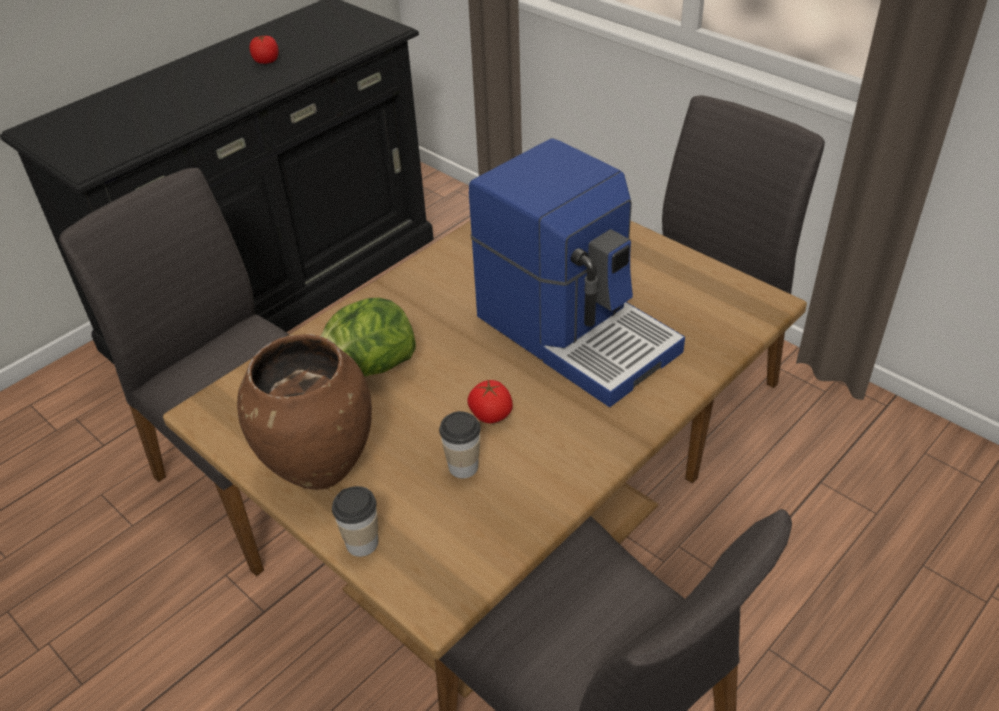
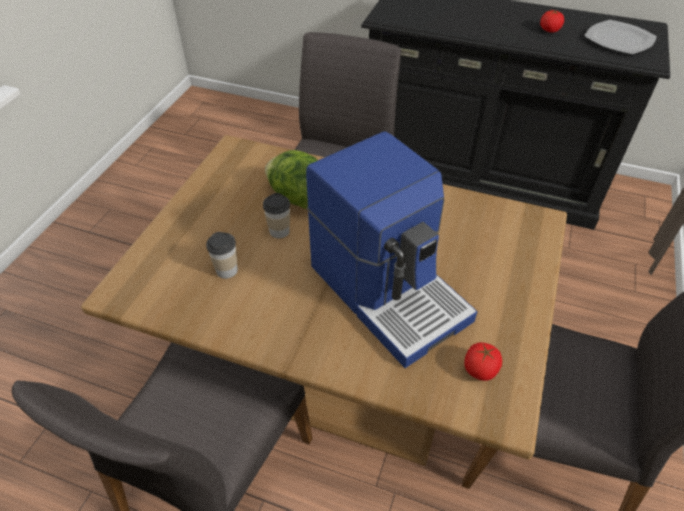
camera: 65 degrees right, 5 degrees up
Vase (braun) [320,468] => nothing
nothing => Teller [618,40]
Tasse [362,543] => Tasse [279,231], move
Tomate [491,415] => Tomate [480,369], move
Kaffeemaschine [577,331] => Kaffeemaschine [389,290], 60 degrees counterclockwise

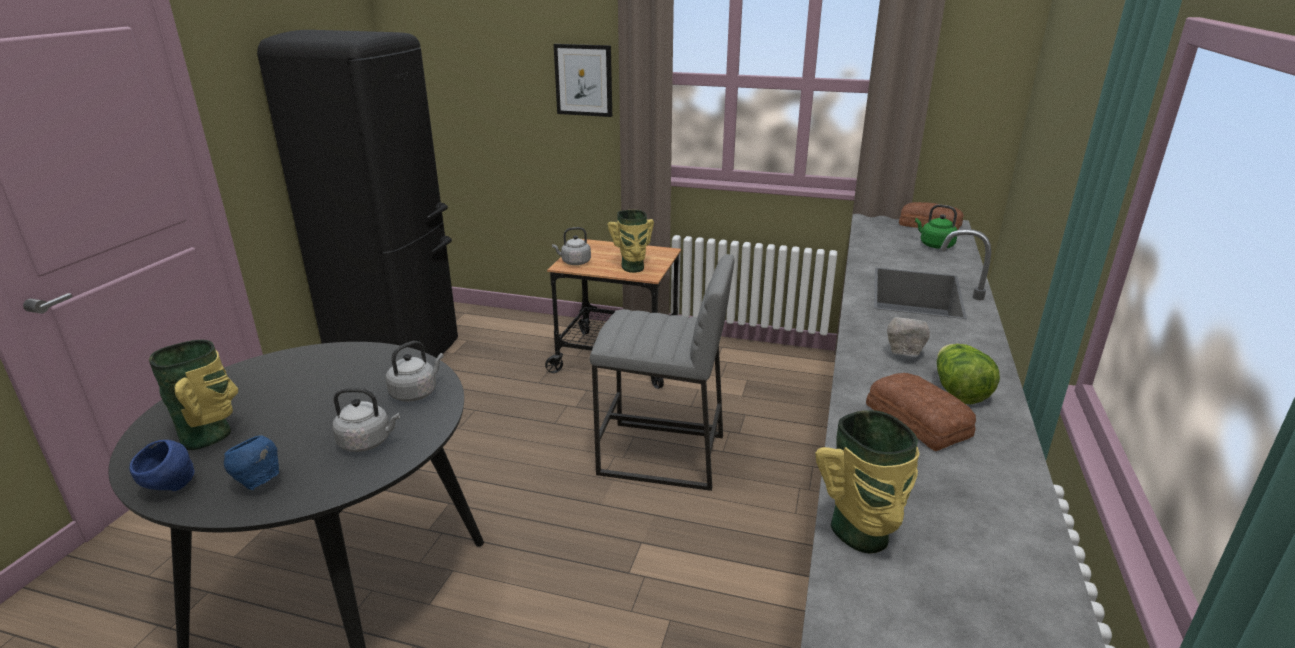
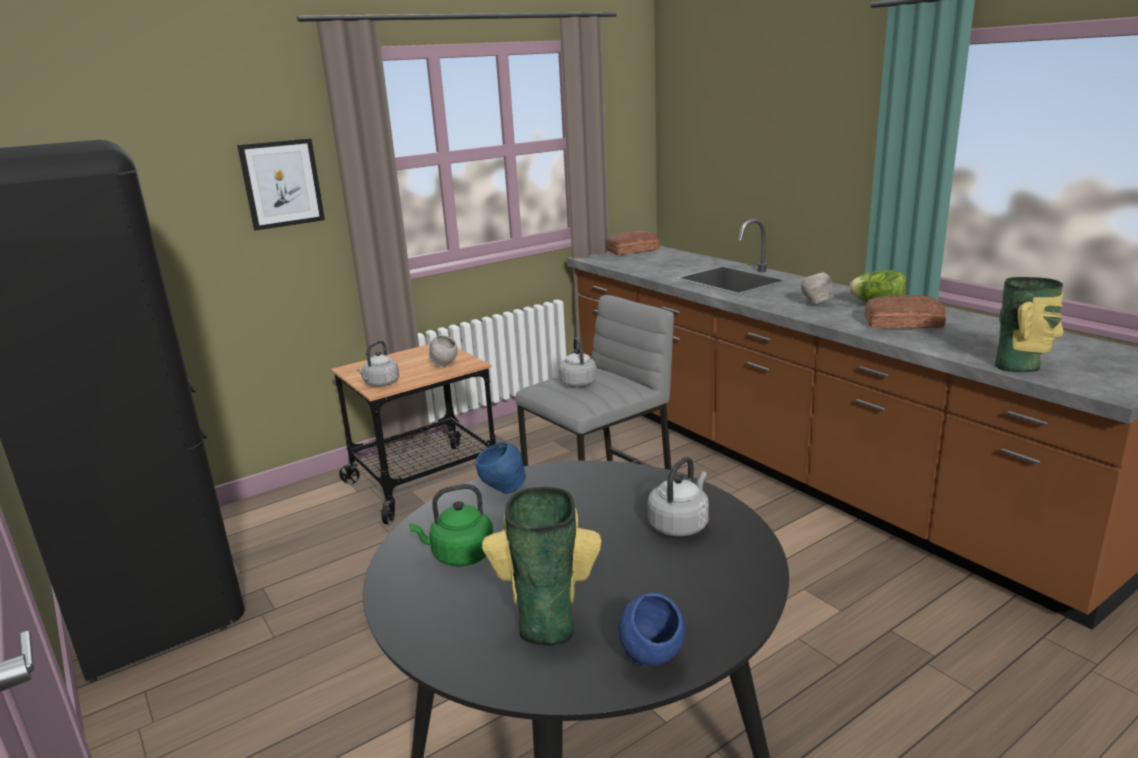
camera: 50 degrees left, 5 degrees down
Schüssel (blau) [258,482] => Schüssel (blau) [503,490], move
Wasserkessel (grau) [416,392] => Wasserkessel (grau) [578,382], move
Wasserkessel (grün) [934,245] => Wasserkessel (grün) [459,555], move
Vase [633,268] => Schüssel (grau) [445,366]

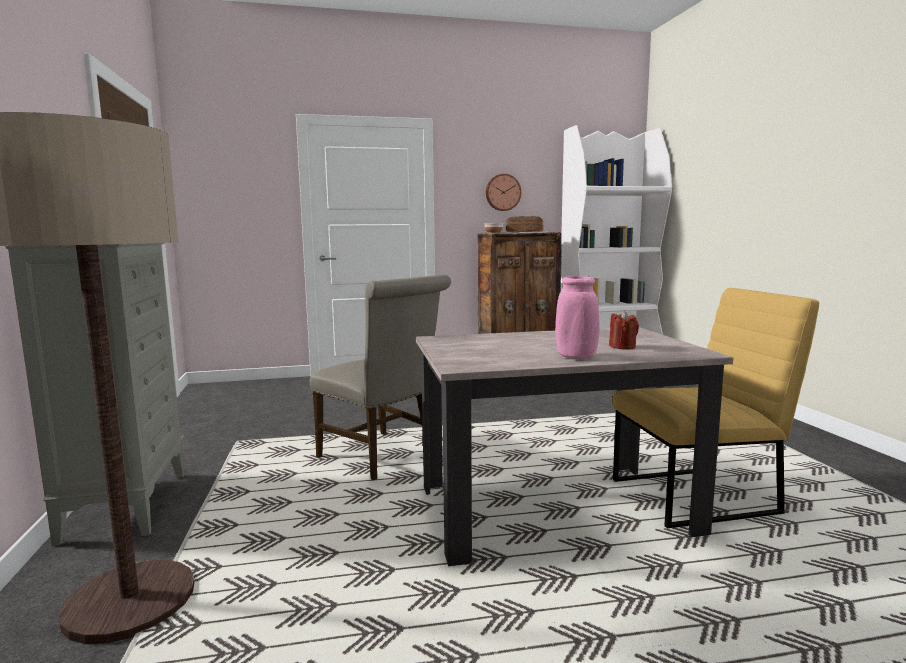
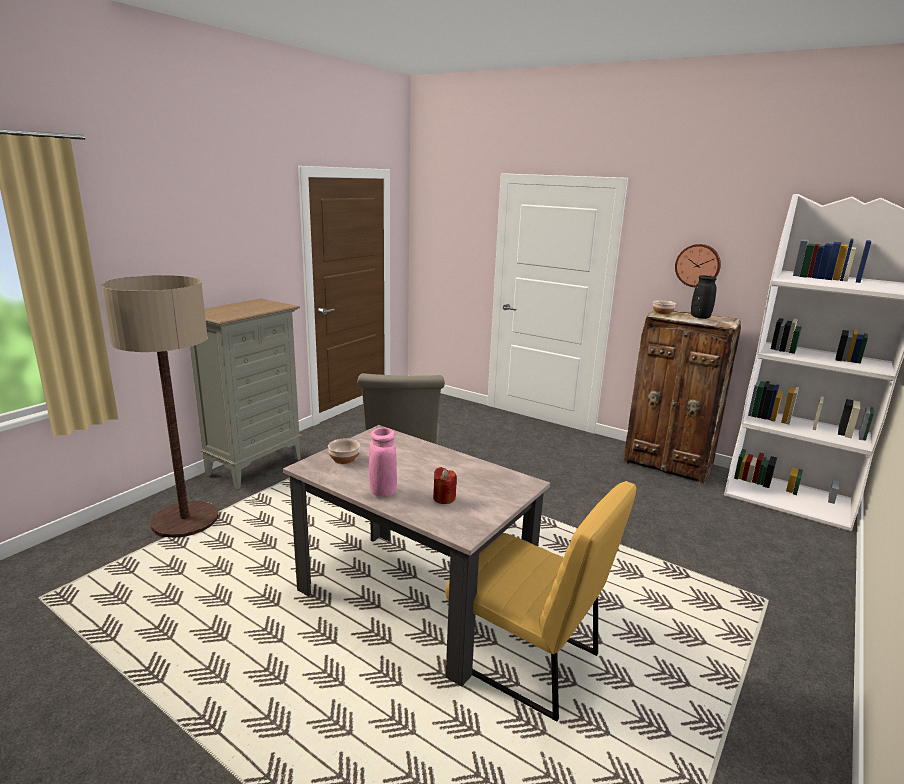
camera: 45 degrees right, 10 degrees up
nothing => Schüssel [344,459]
Brot [524,231] => Vase (schwarz) [700,317]

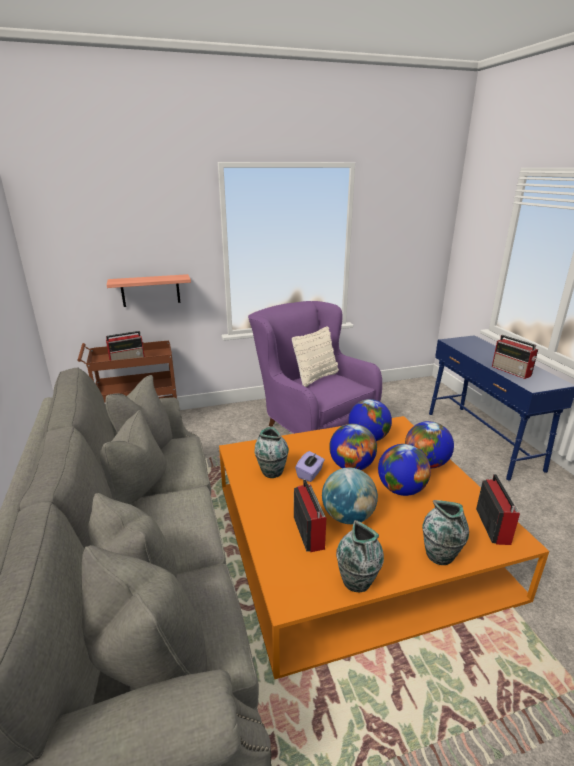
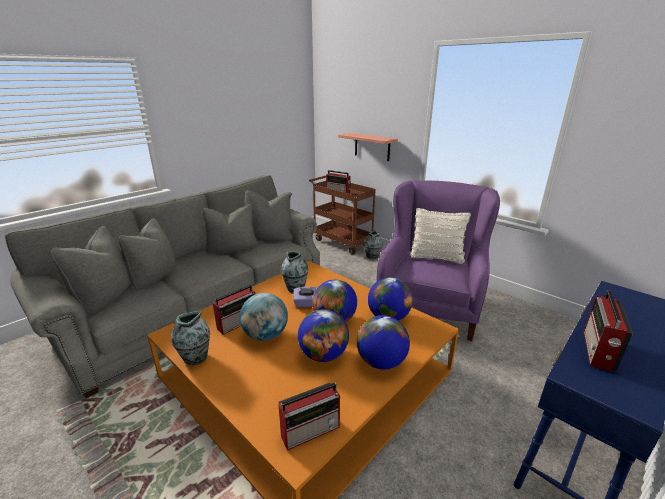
camera: 60 degrees right, 0 degrees up
Vase [440,555] => Vase [372,256], move

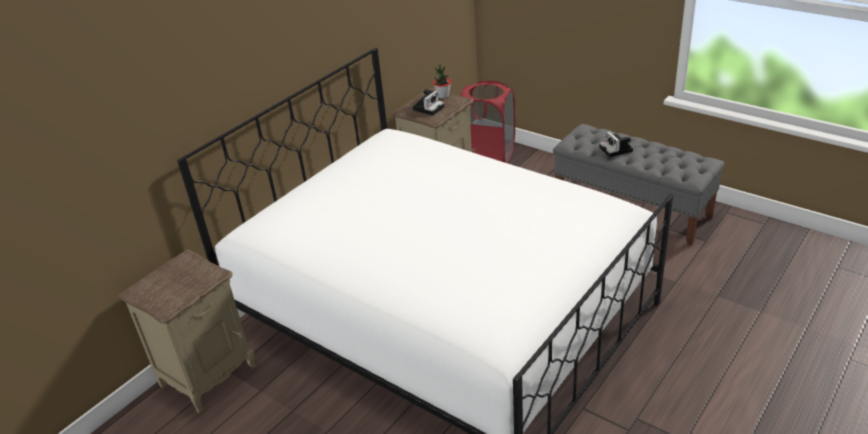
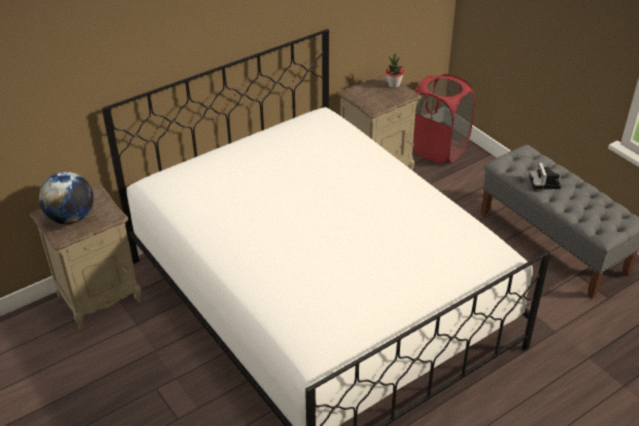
camera: 15 degrees right, 5 degrees up
Kamera [428,108] => nothing
nothing => Globus [71,217]

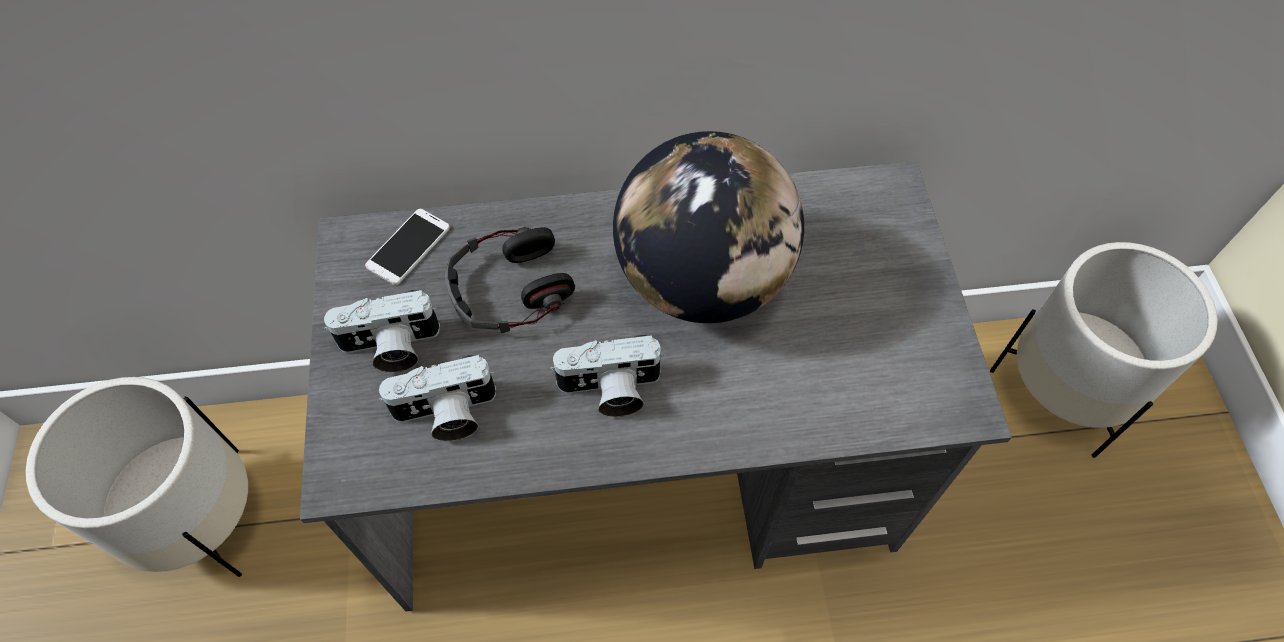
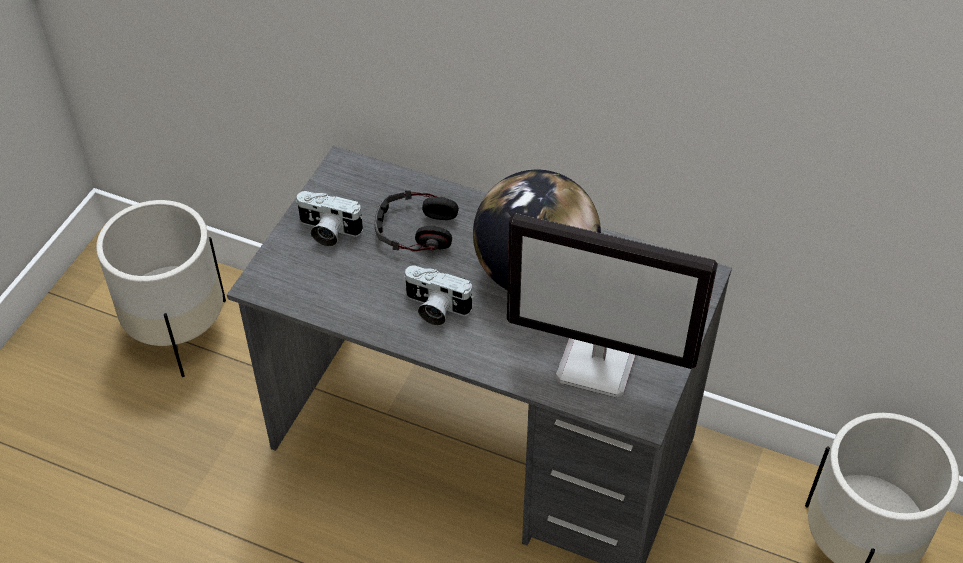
camera: 30 degrees right, 10 degrees down
Handy [408,247] => nothing
Kamera [446,414] => nothing
nothing => Monitor [599,363]

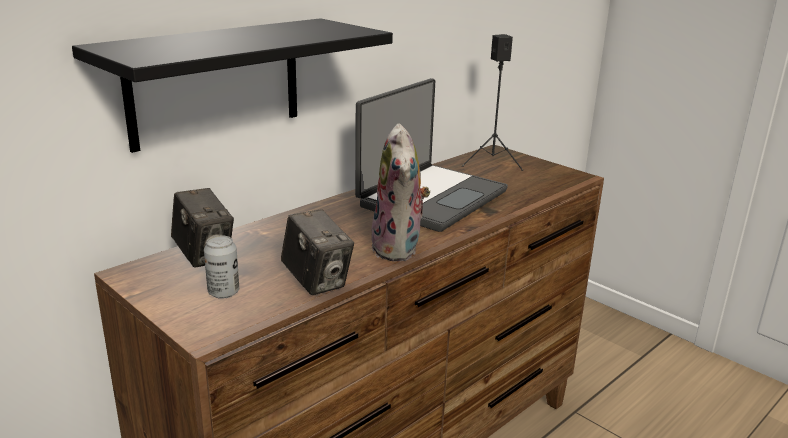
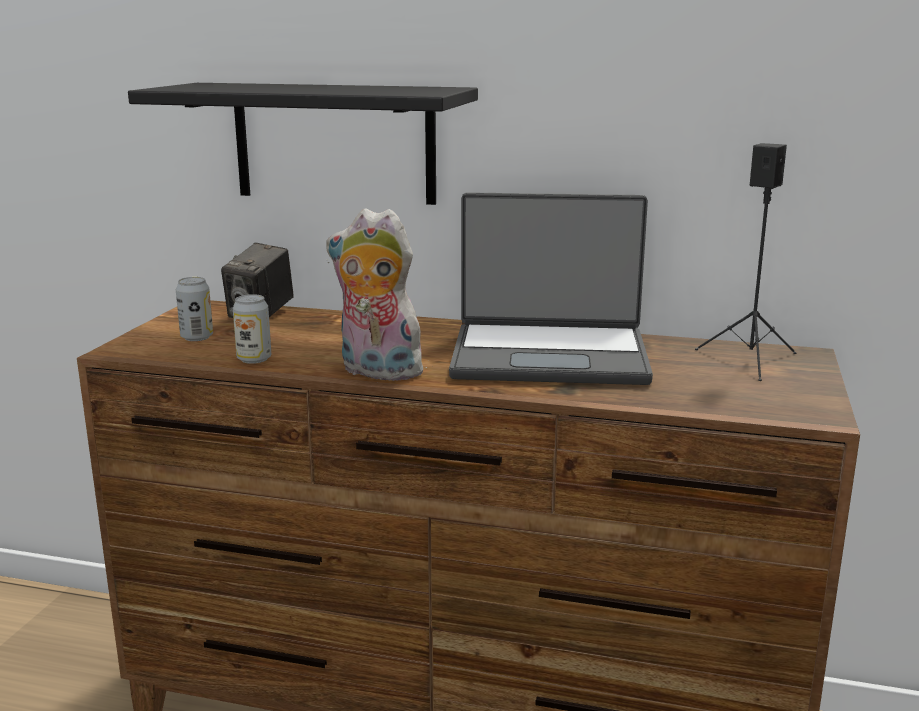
camera: 60 degrees right, 5 degrees down
Kamera [317,281] => Dose [254,359]
Plüschtier [399,249] => Plüschtier [376,372], 60 degrees clockwise

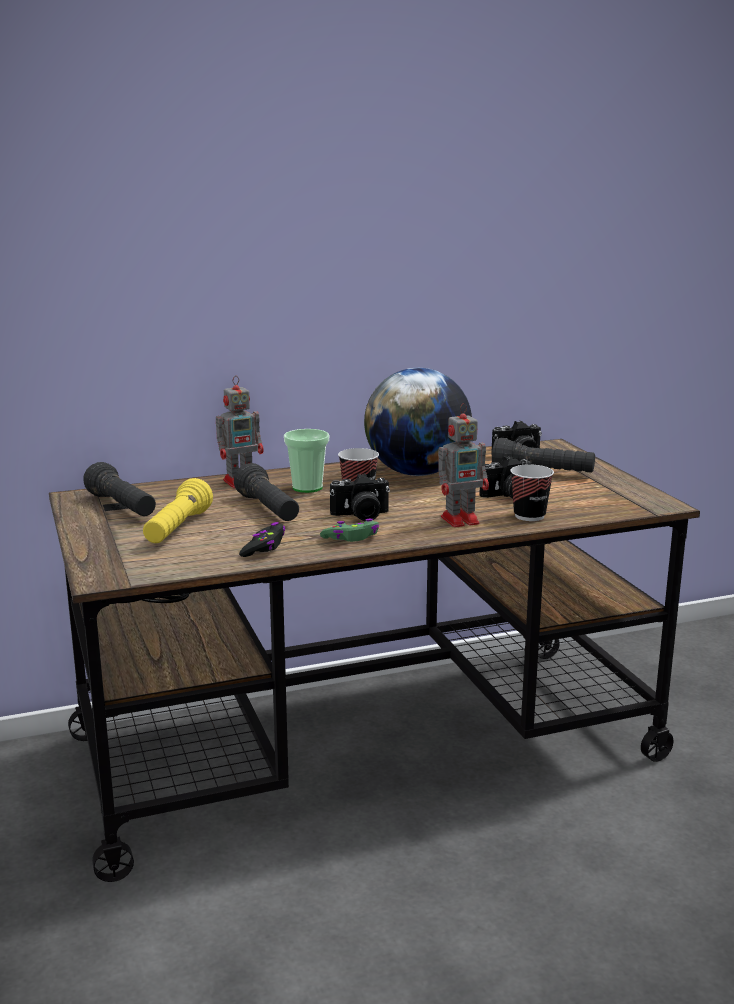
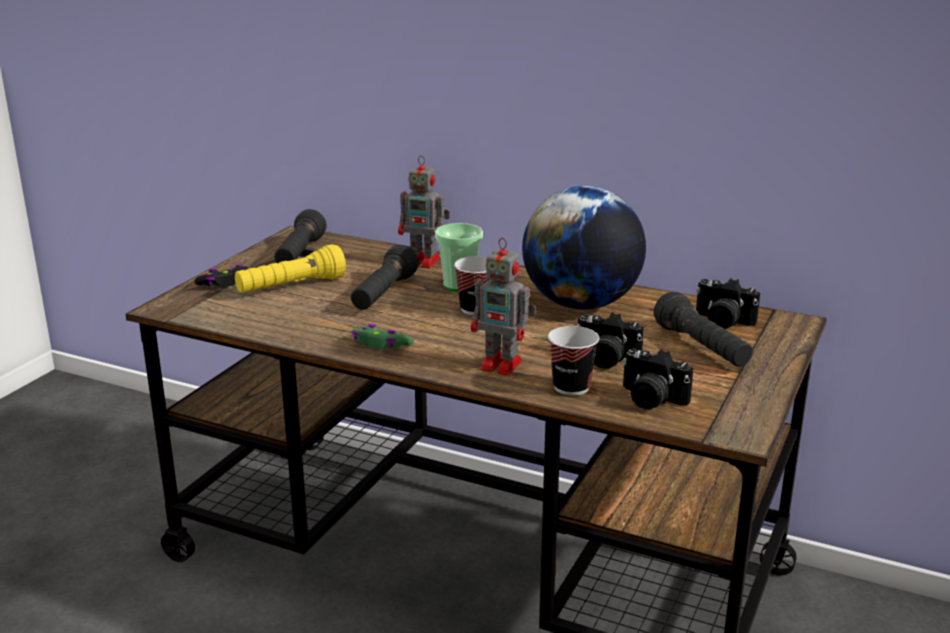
camera: 45 degrees right, 5 degrees up
Gamepad (schwarz) [264,547] => Gamepad (schwarz) [224,283], move
Kamera [361,516] => Kamera [650,399], move

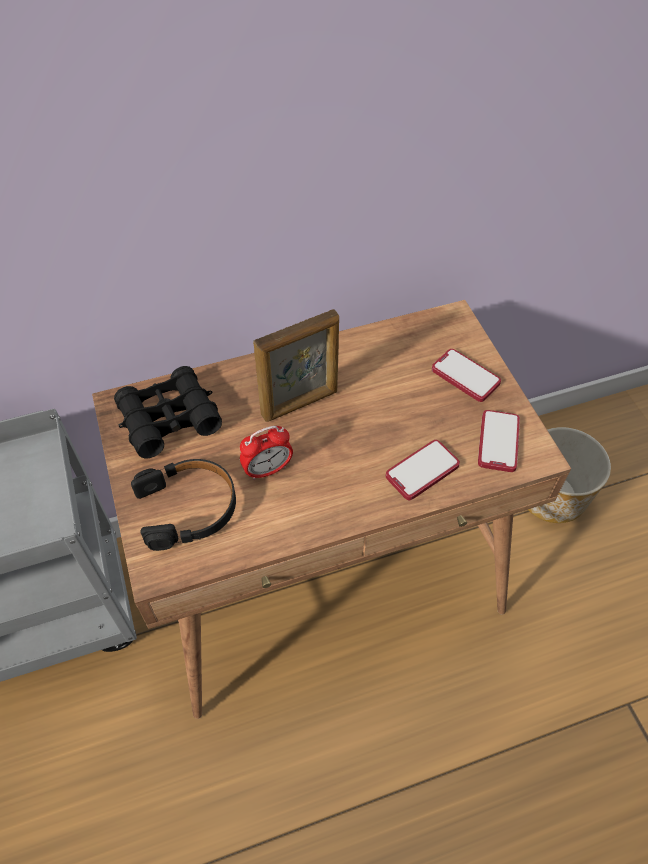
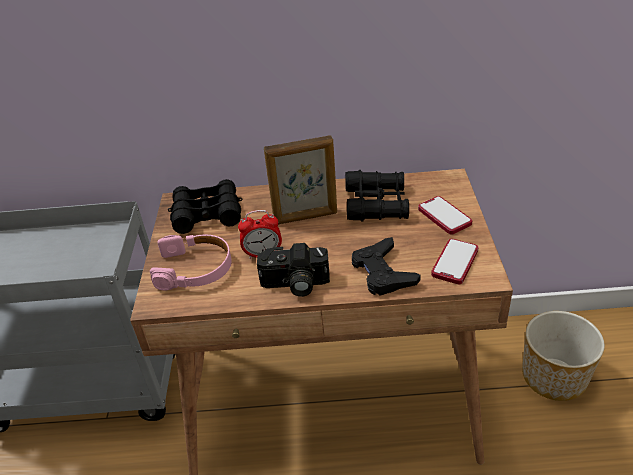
camera: 20 degrees right, 15 degrees down
nothing => Kamera [294,284]
nothing => Fernglas (schwarz) [376,204]
Handy [422,471] => Gamepad (schwarz) [383,272]
Kopfhörer (schwarz) [188,508] => Kopfhörer (rosa) [195,269]

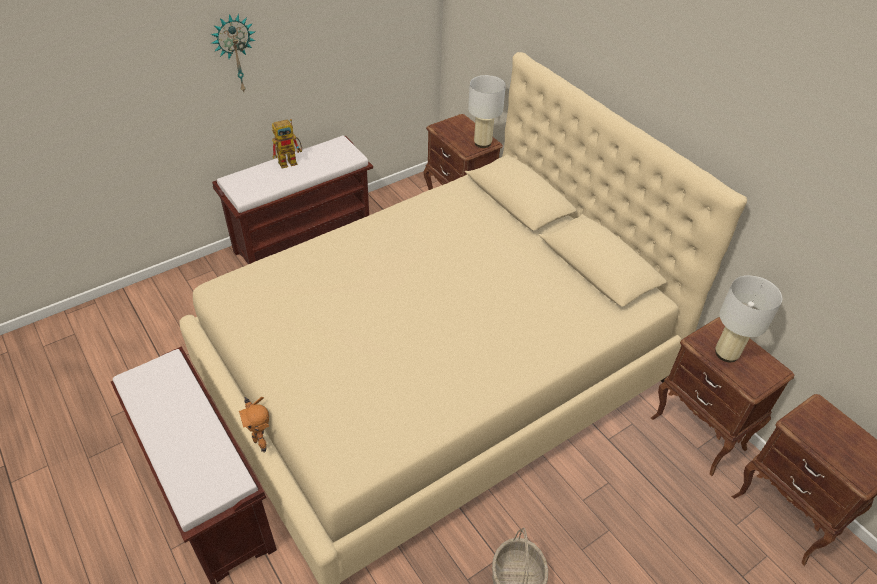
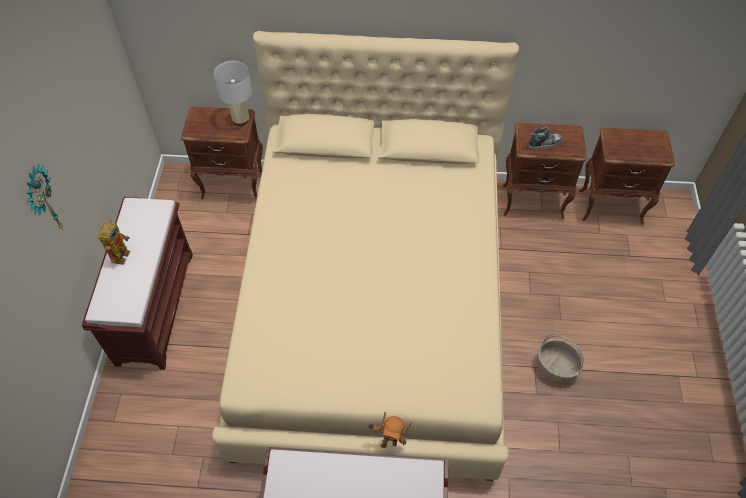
camera: 50 degrees left, 10 degrees up
Tischlampe (weiß) [726,353] => Schuh [544,143]

